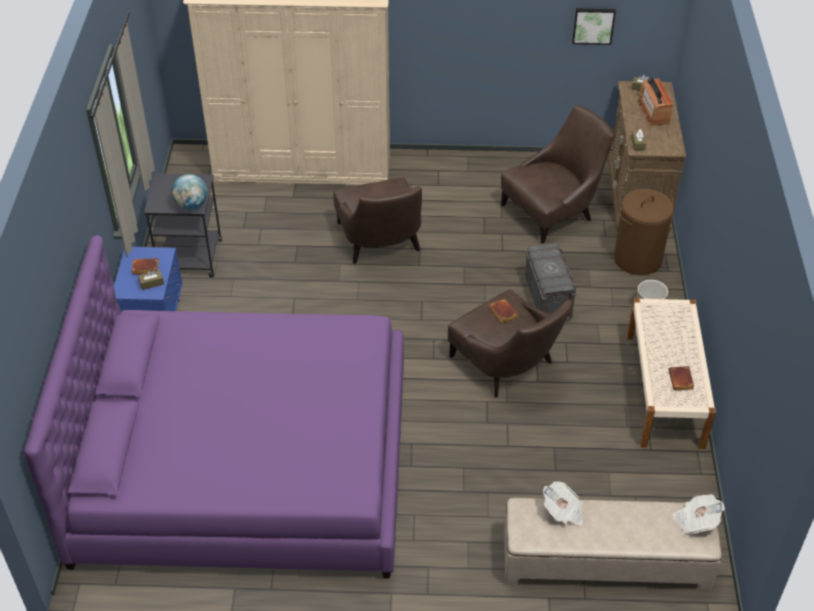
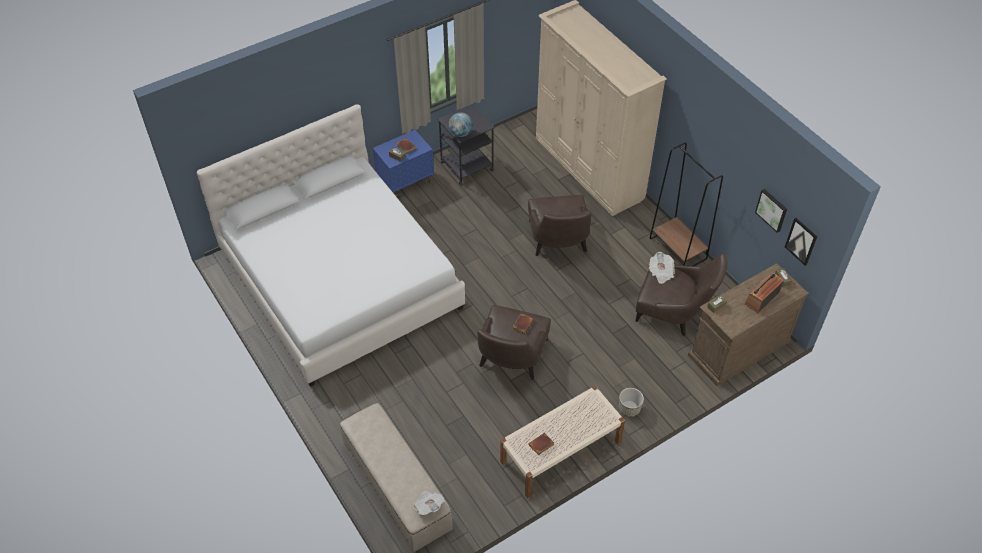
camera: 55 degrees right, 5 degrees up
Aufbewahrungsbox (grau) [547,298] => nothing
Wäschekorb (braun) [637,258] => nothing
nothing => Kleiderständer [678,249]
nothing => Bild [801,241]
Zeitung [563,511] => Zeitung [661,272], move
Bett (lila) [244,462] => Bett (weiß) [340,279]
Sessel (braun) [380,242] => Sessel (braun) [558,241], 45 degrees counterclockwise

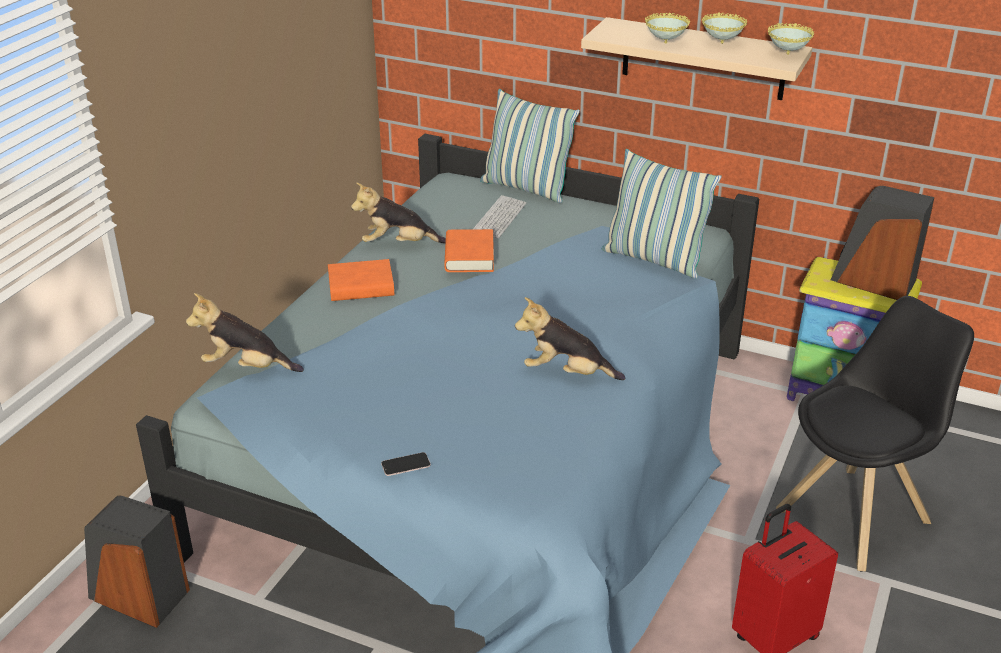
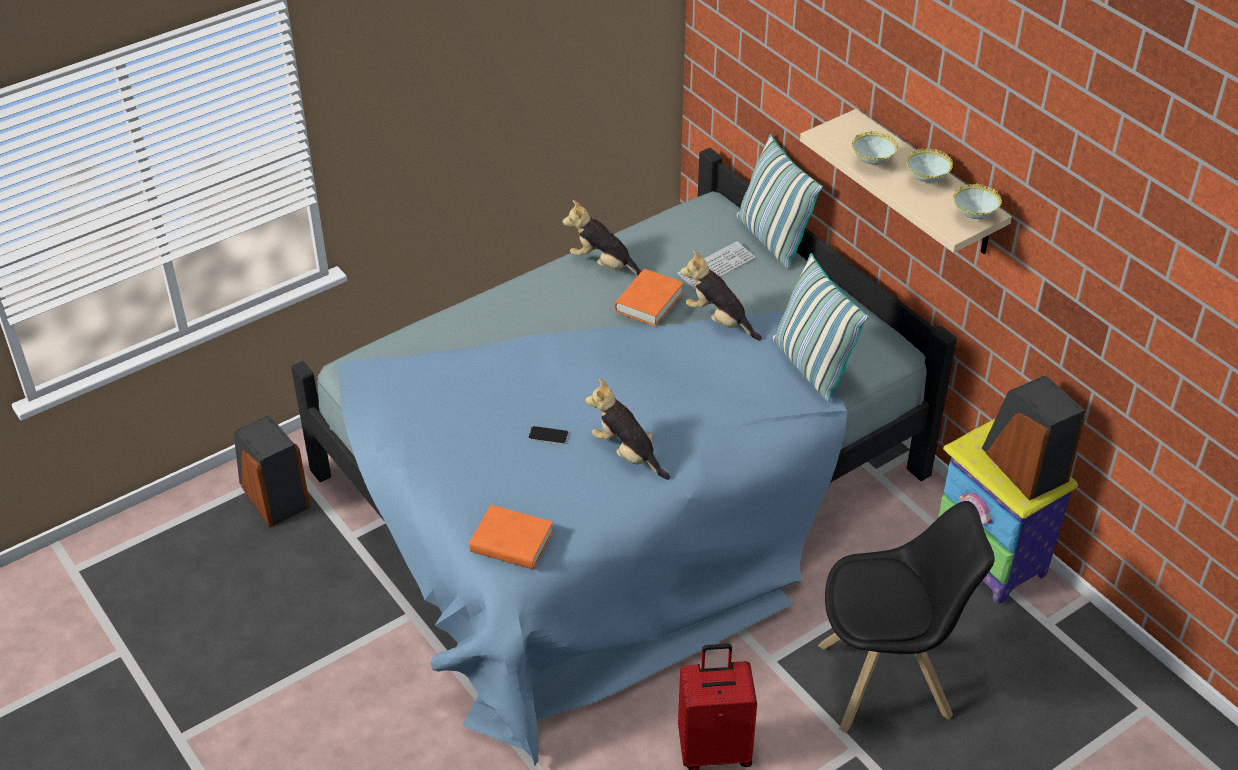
camera: 30 degrees right, 10 degrees up
Plüschtier [246,367] => Plüschtier [719,320], move
Buch (orange) [361,286] => Buch (orange) [511,542], move
Handy [405,465] => Handy [548,435], move

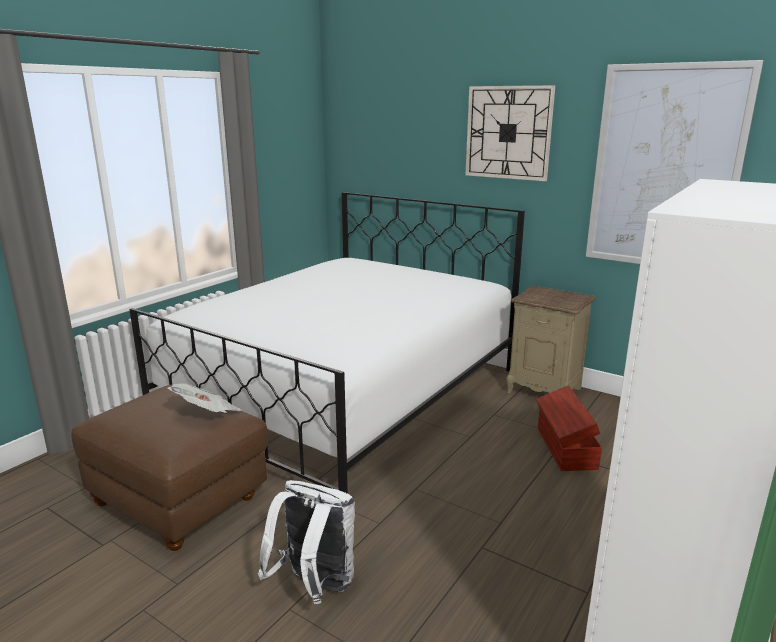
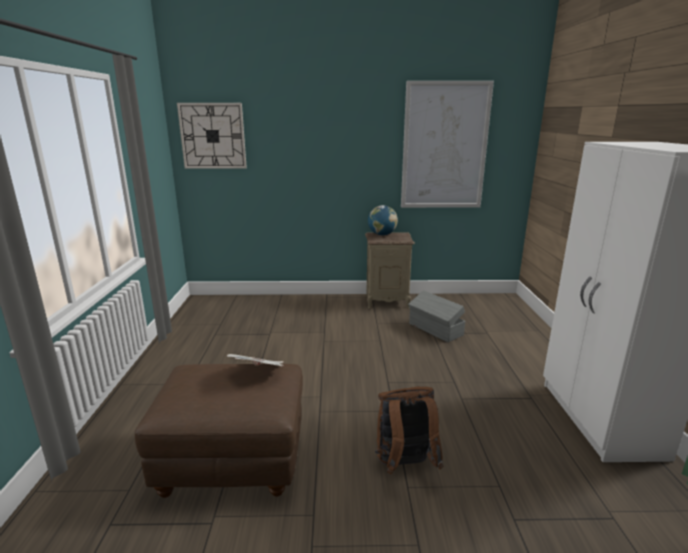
camera: 35 degrees left, 0 degrees up
Bett (weiß) [347,395] => nothing
nothing => Globus [382,235]
Wanduhr [508,133] => Wanduhr [213,136], move
Rucksack (weiß) [314,586] => Rucksack (braun) [404,465]
Aufbewahrungsbox (braun) [565,448] => Aufbewahrungsbox (grau) [435,329]

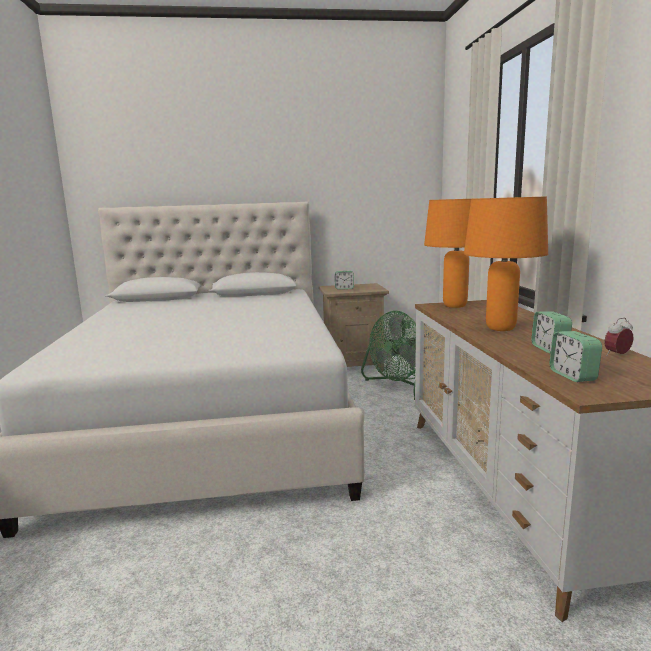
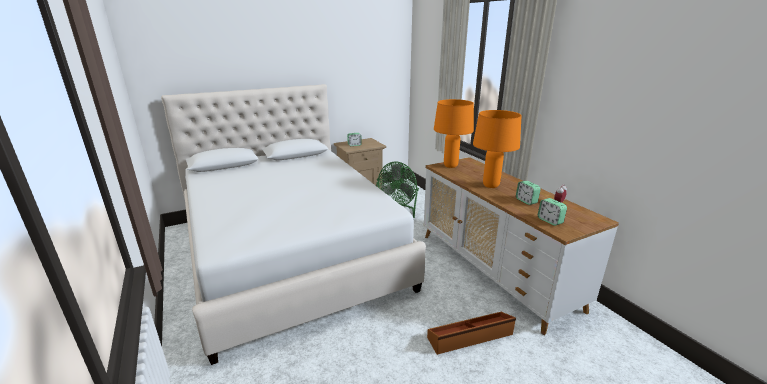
camera: 20 degrees left, 10 degrees up
nothing => Aufbewahrungsbox (braun) [470,337]

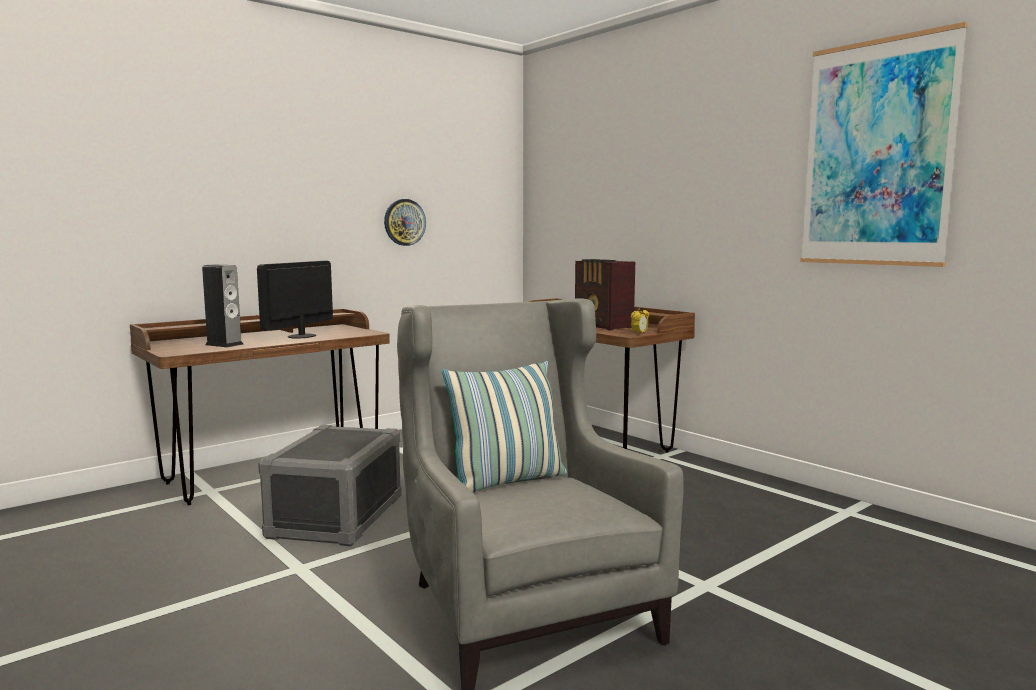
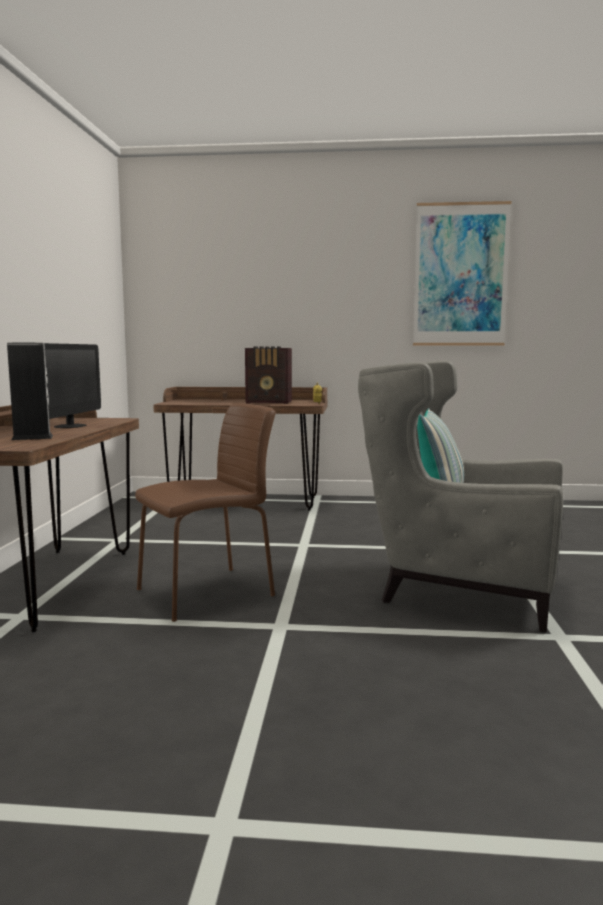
camera: 45 degrees left, 0 degrees up
Wanduhr [404,222] => nothing
Aufbewahrungsbox (grau) [337,517] => Stuhl (braun) [210,591]
Monitor [302,336] => Monitor [70,426], 150 degrees counterclockwise

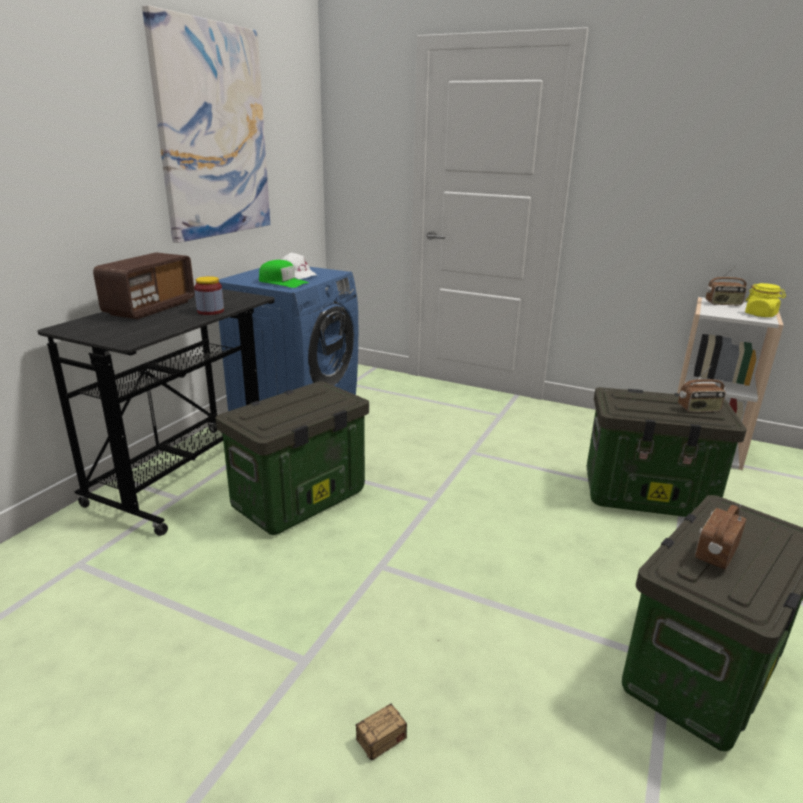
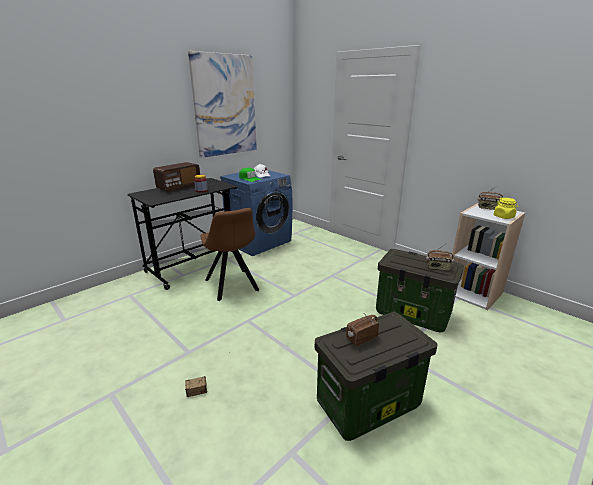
camera: 20 degrees right, 0 degrees up
Aufbewahrungsbox [299,501] => Stuhl (braun) [232,285]

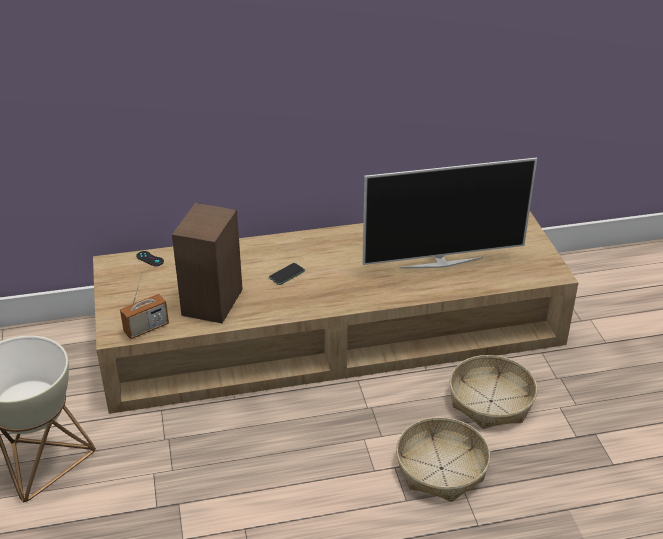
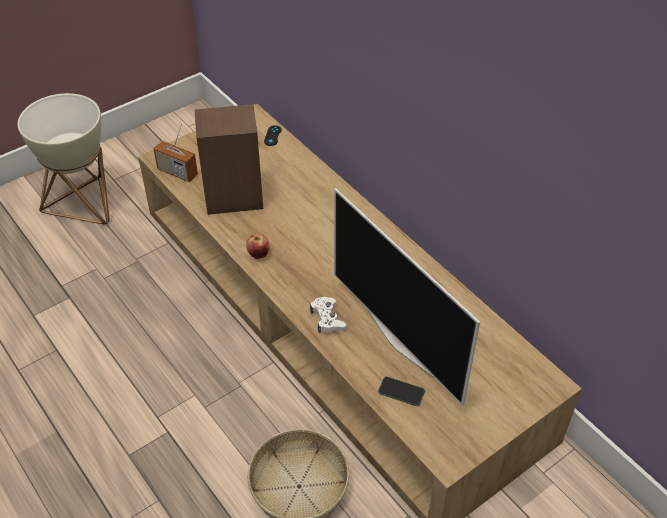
camera: 65 degrees right, 10 degrees up
Korb [441,468] => nothing
nothing => Apfel [259,254]
nothing => Gamepad (weiß) [327,319]
Handy [286,274] => Handy [401,392], move

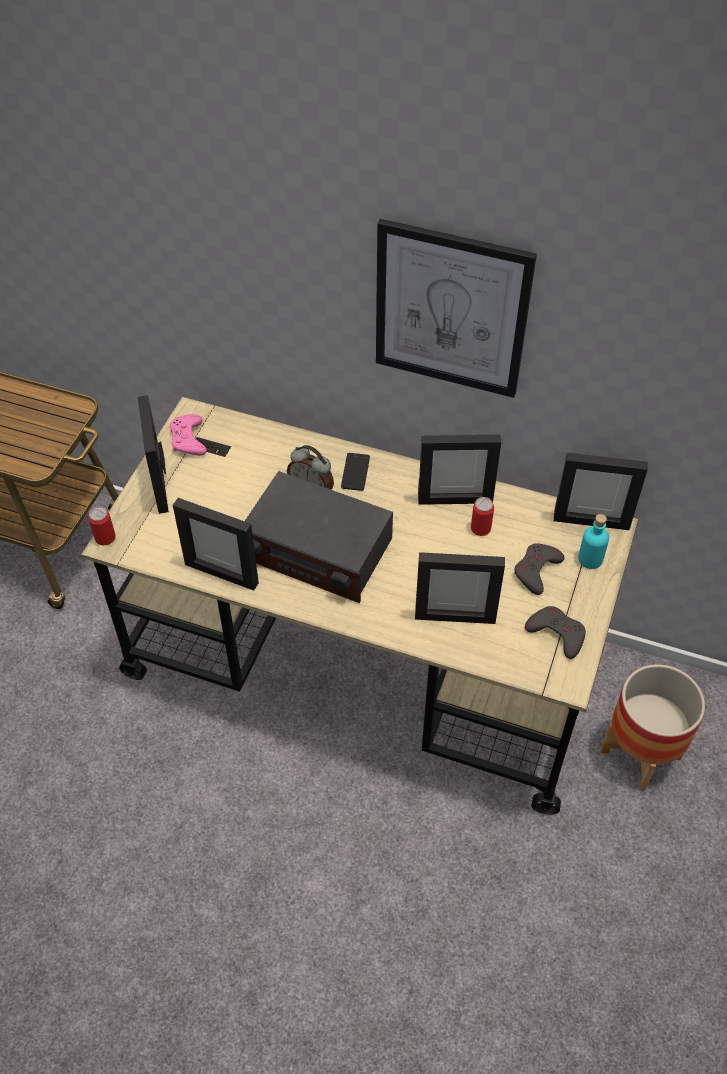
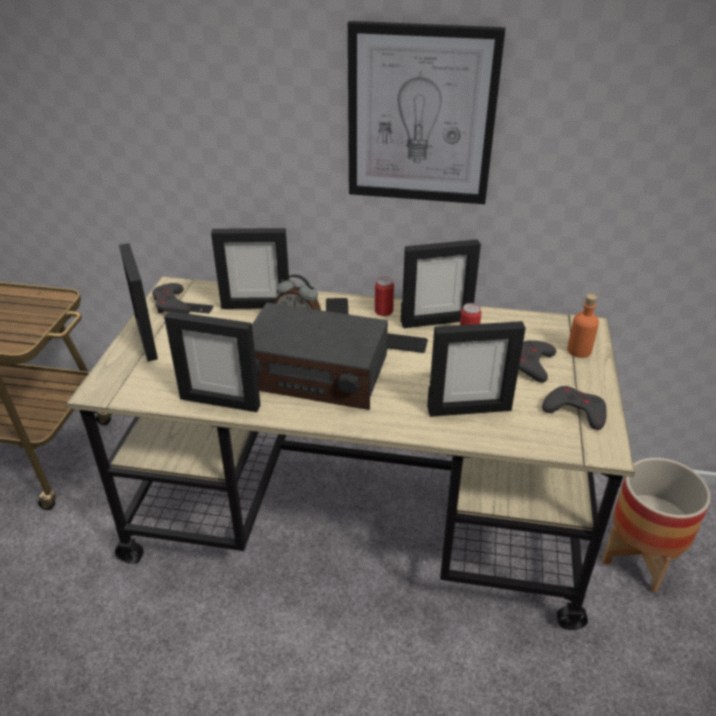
camera: 10 degrees left, 15 degrees down
nothing => Handy [402,343]
Dose [105,538] => Dose [383,311], move
Bilderrahmen [591,520] => Bilderrahmen [256,305], move
Gamepad (rosa) [188,439] => Gamepad (grau) [171,304]
Flasche (türkis) [590,559] => Flasche (orange) [579,350]

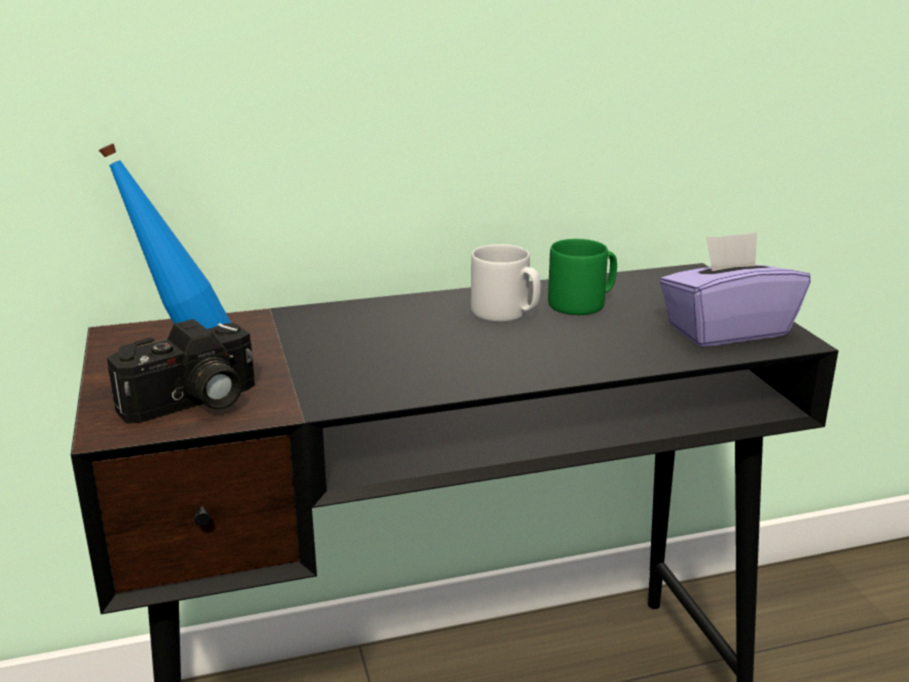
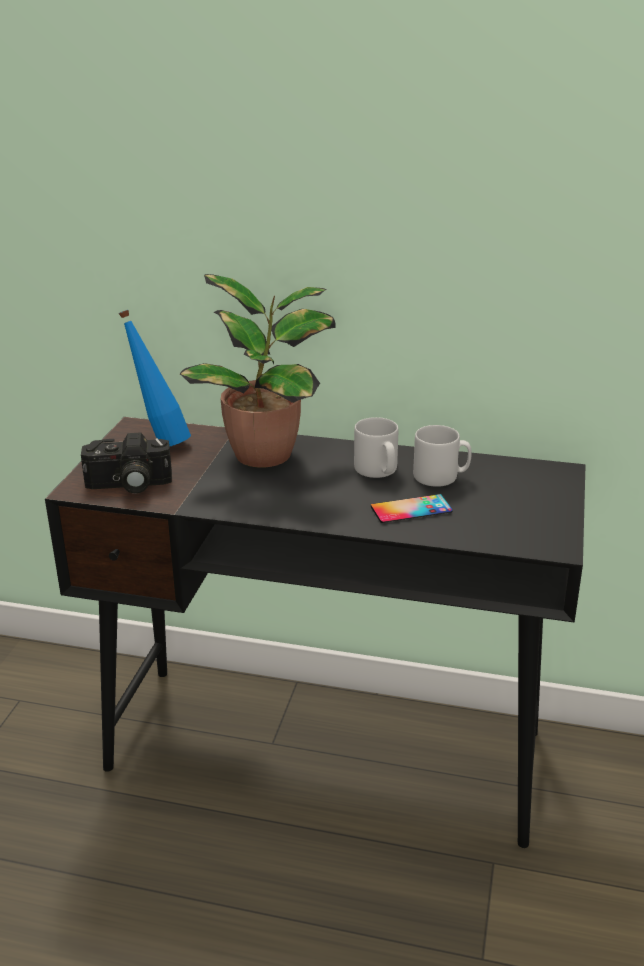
camera: 30 degrees right, 5 degrees up
Taschentuchbox (lila) [726,330] => nothing
nothing => Topfpflanze [267,454]
nothing => Handy [411,509]
Henkelbecher (grün) [582,304] => Henkelbecher (grau) [441,477]

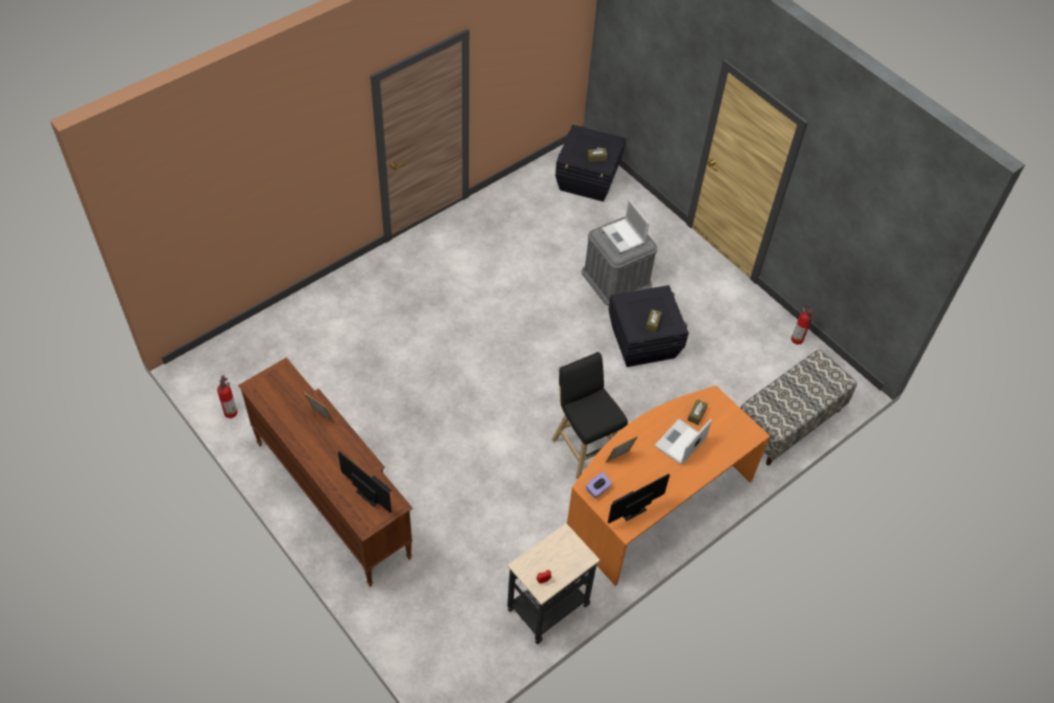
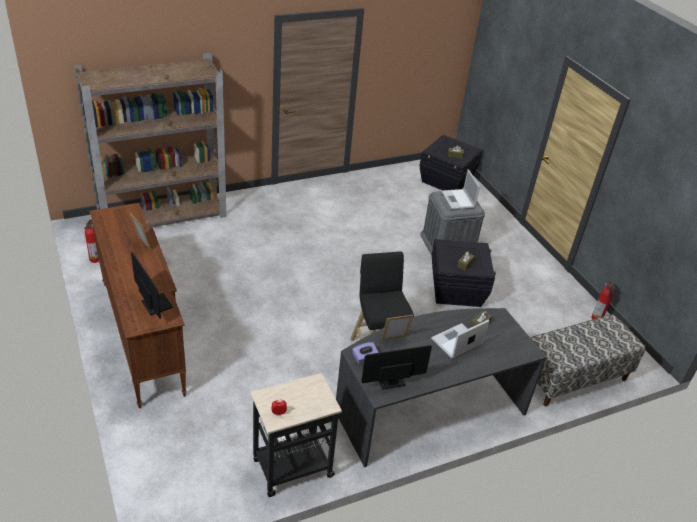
camera: 15 degrees right, 15 degrees down
nothing => Bücherregal (braun) [162,215]
Schreibtisch (orange) [656,501] => Schreibtisch (grau) [428,408]

